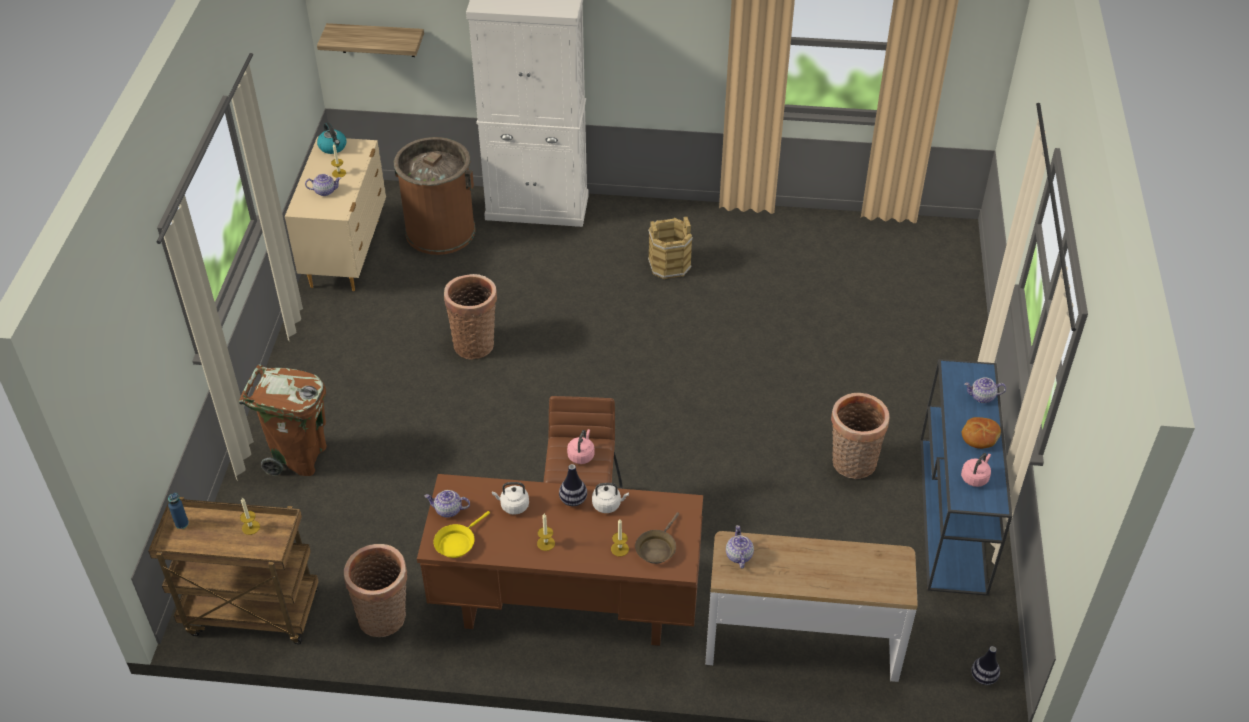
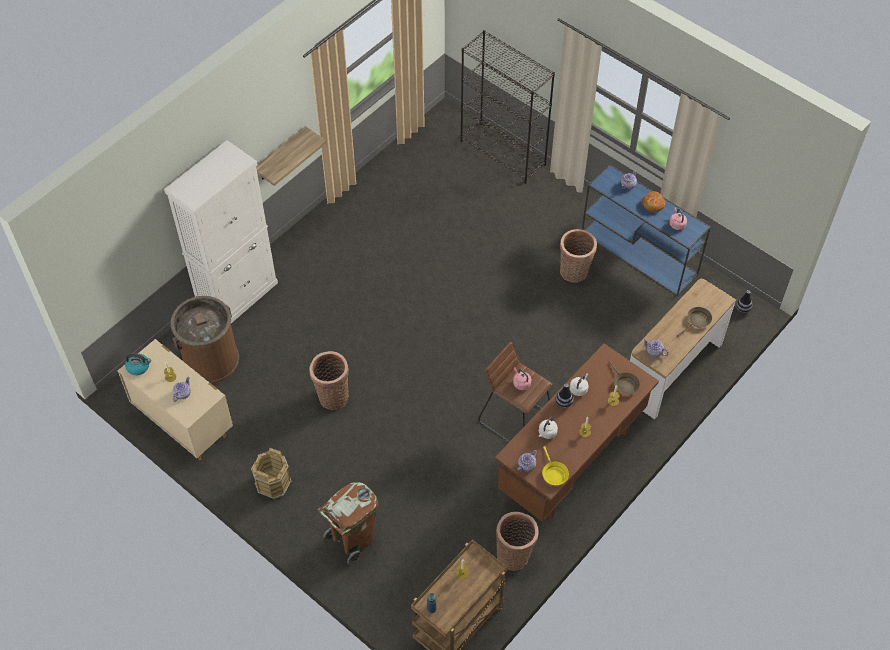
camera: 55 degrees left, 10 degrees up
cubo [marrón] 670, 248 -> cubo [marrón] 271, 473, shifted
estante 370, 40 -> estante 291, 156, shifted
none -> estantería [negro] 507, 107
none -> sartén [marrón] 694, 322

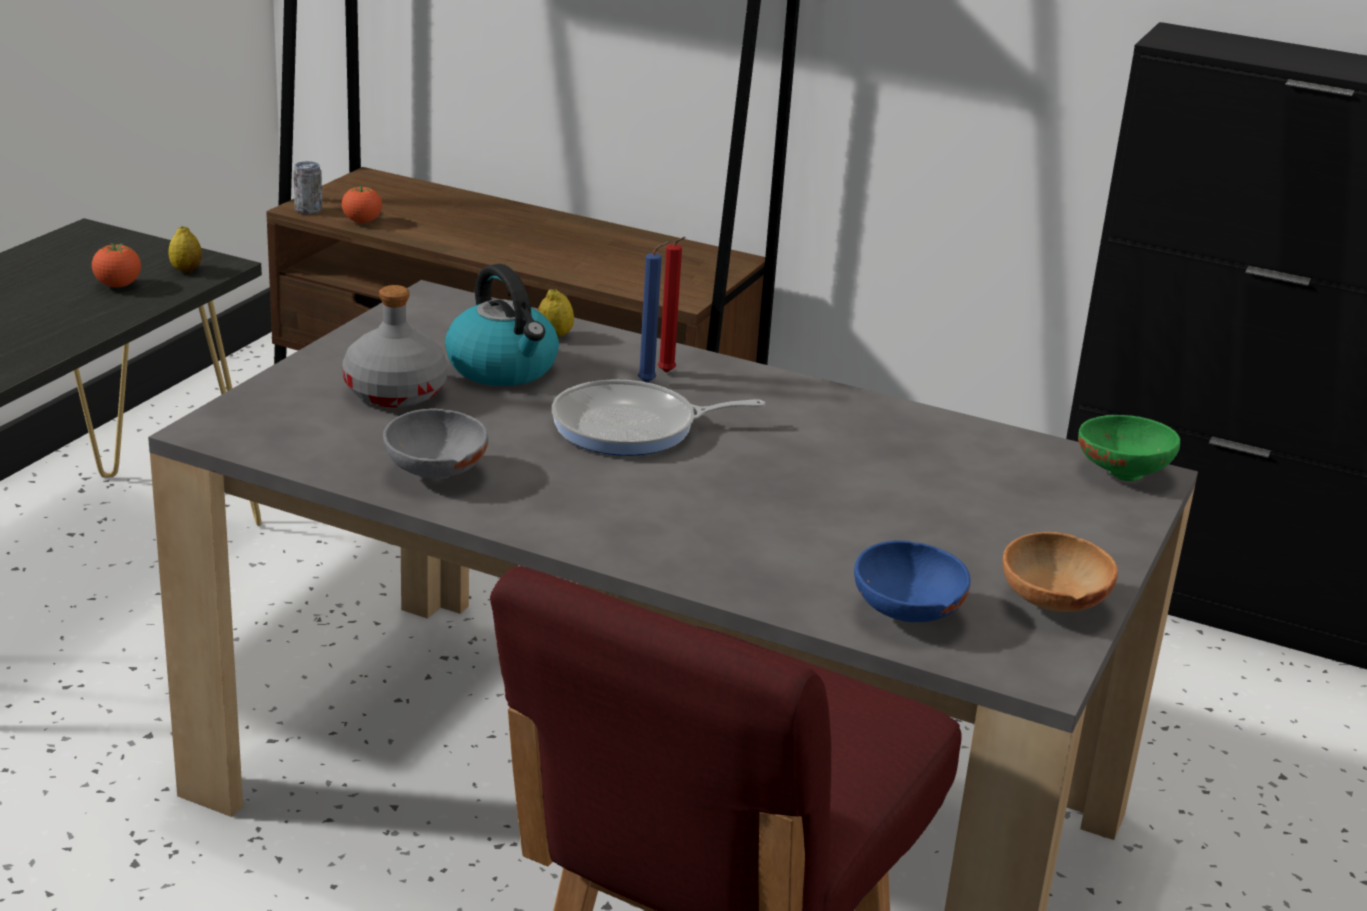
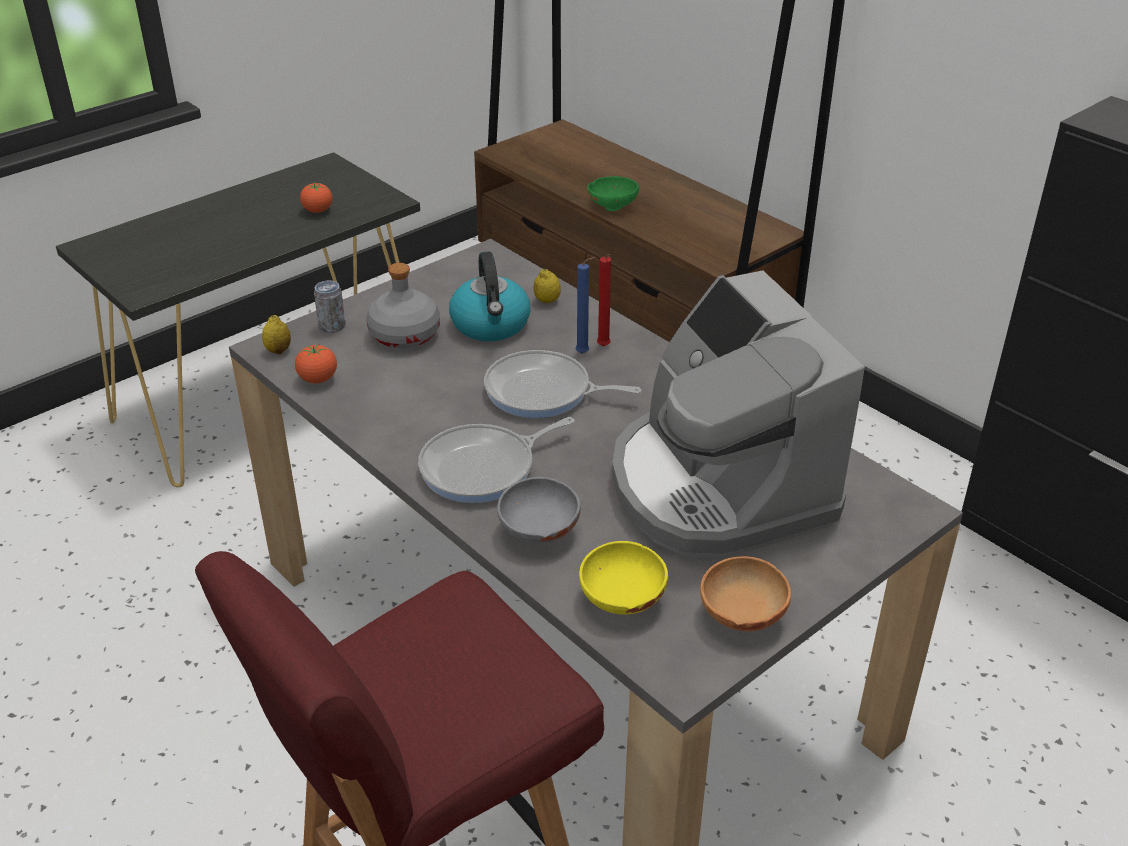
camera: 25 degrees right, 10 degrees up
limón 185, 249 -> limón 276, 334, shifted
tomate 362, 204 -> tomate 316, 364, shifted
lata 308, 188 -> lata 330, 306, shifted
none -> sartén 496, 460
cuenco [gris] 435, 443 -> cuenco [gris] 539, 510, shifted
cuenco [azul] 912, 581 -> cuenco [amarillo] 623, 578
cuenco [verde] 1129, 448 -> cuenco [verde] 613, 193, shifted
none -> cafetera 738, 414

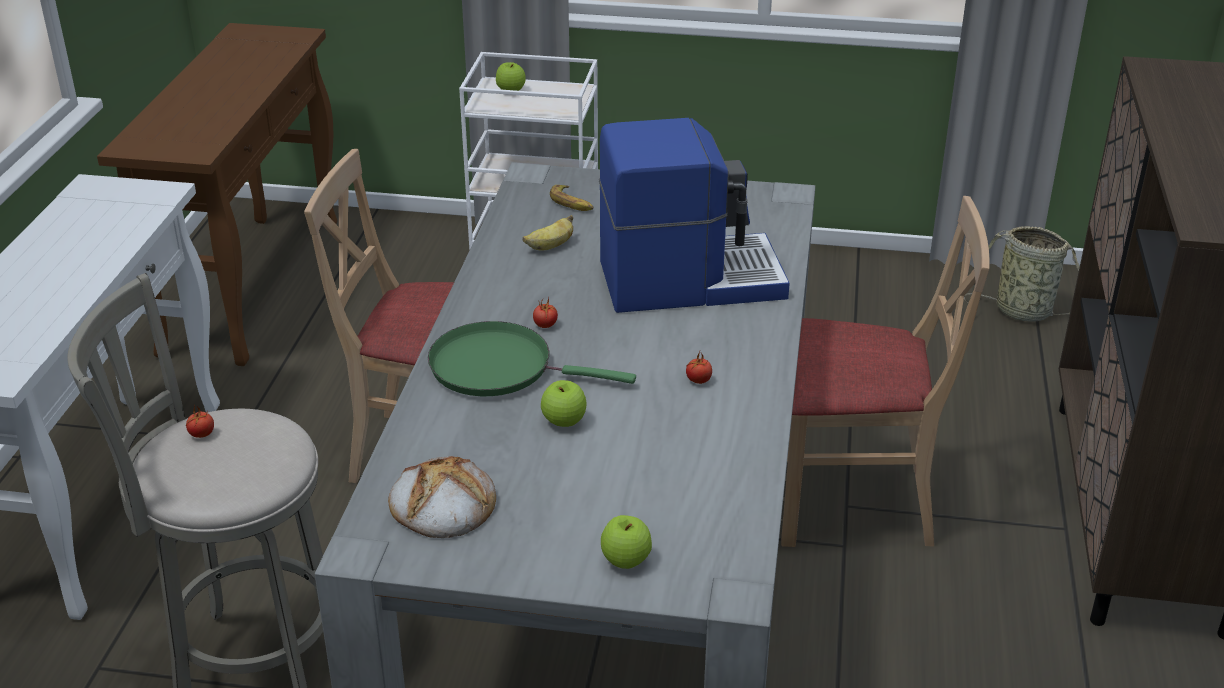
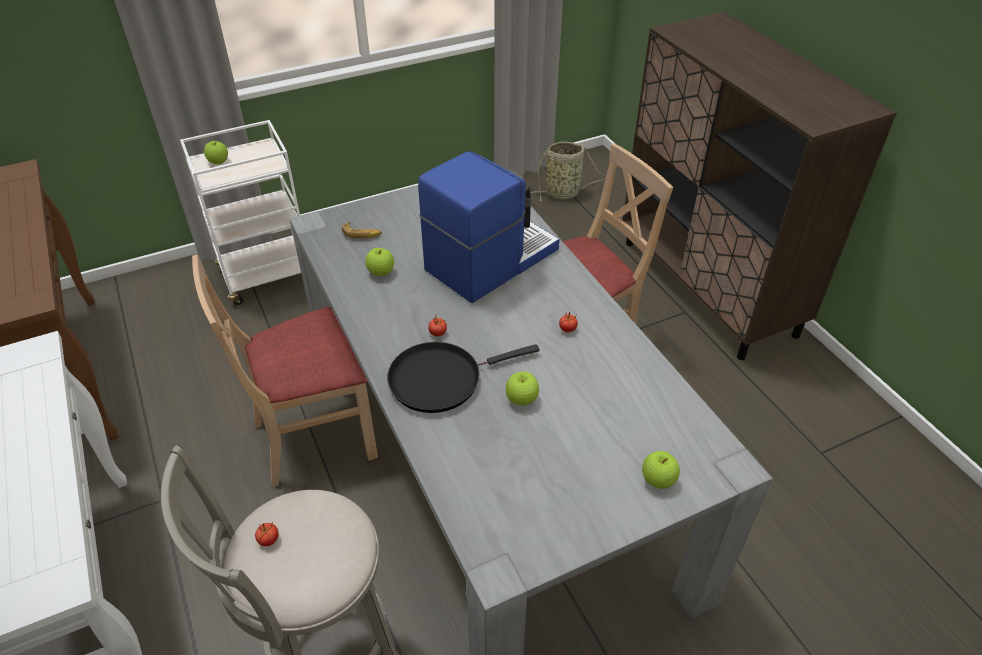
camera: 35 degrees left, 10 degrees up
plátano 547, 233 -> manzana 379, 262
sartén [verde] 532, 358 -> sartén [negro] 463, 377
pan 442, 497 -> none

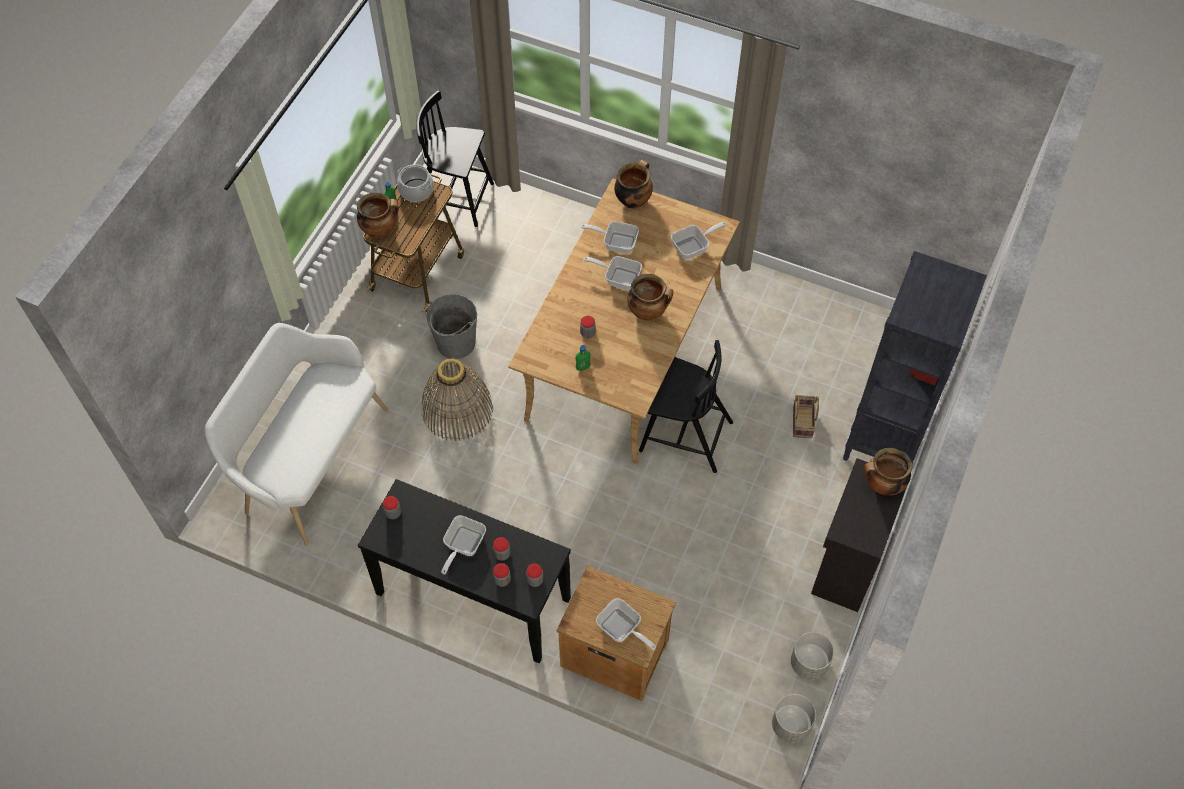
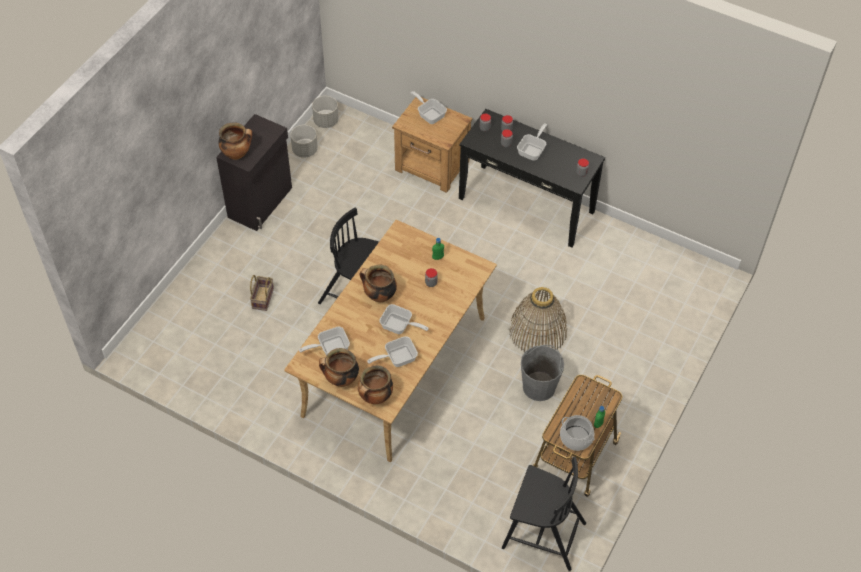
camera: 175 degrees left, 5 degrees down
olla 378, 215 -> olla 339, 367, shifted
sartén 610, 237 -> sartén 392, 351, 135 degrees clockwise
banco [blanco] 296, 434 -> none
estantería [negro] 915, 357 -> none

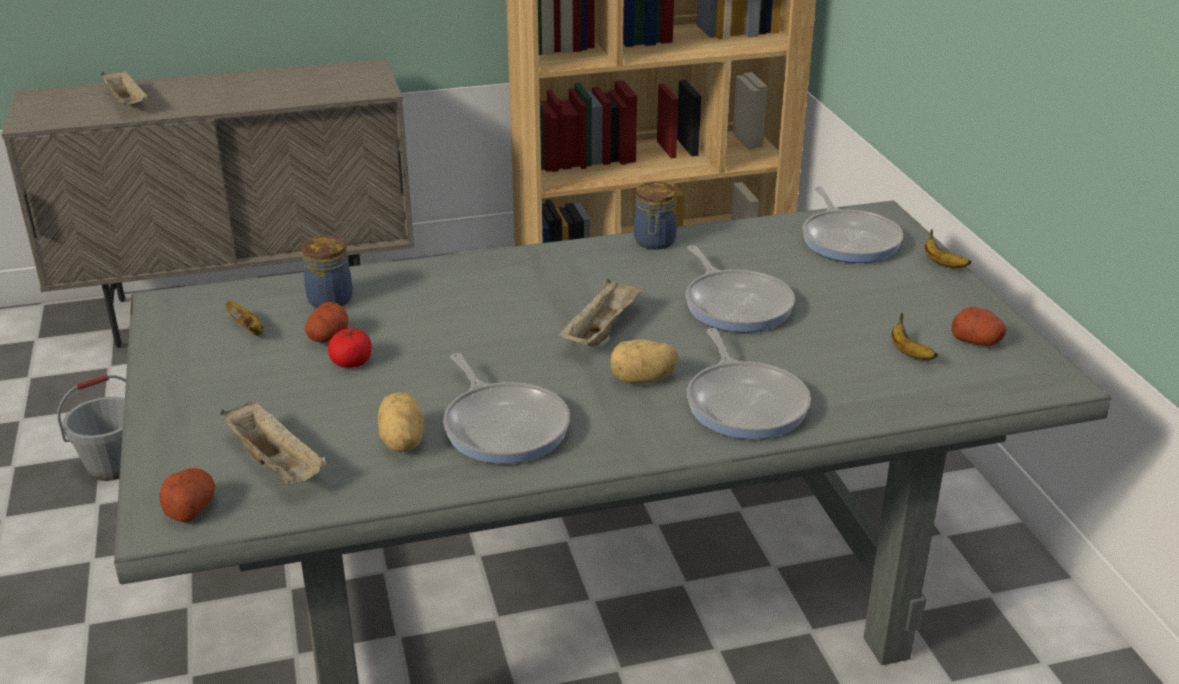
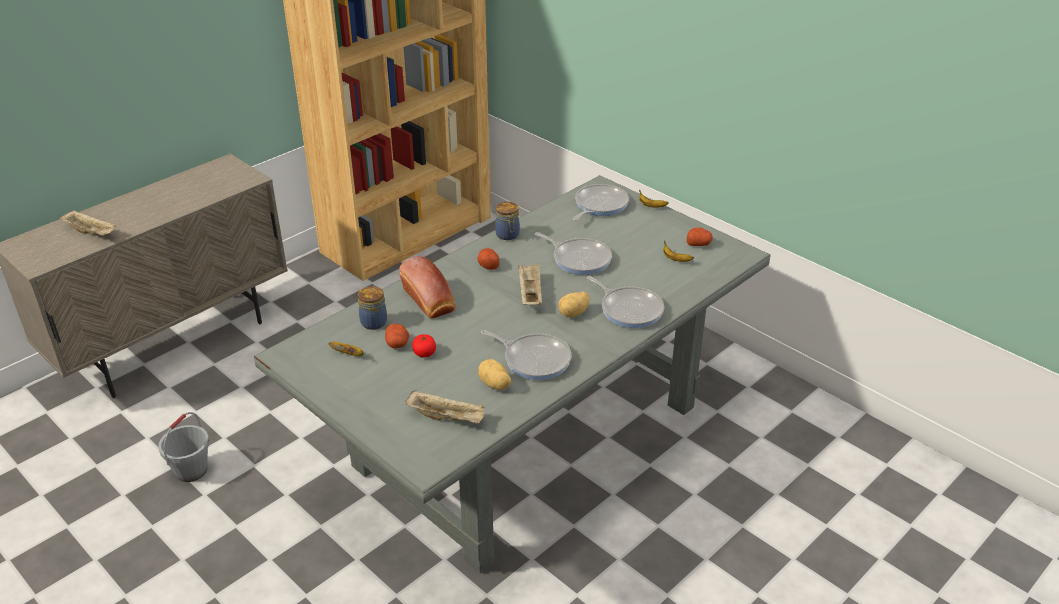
camera: 30 degrees left, 5 degrees up
none -> pan 427, 287
patata 187, 495 -> patata 488, 259, shifted
sartén 853, 224 -> sartén 601, 202, 105 degrees counterclockwise

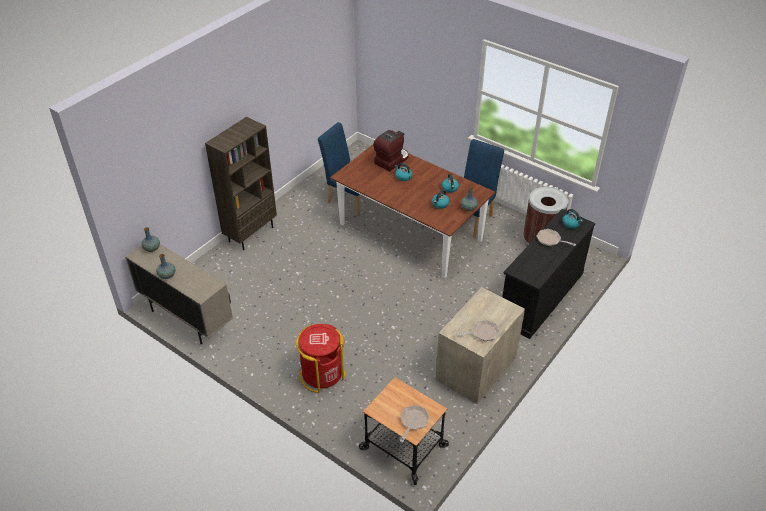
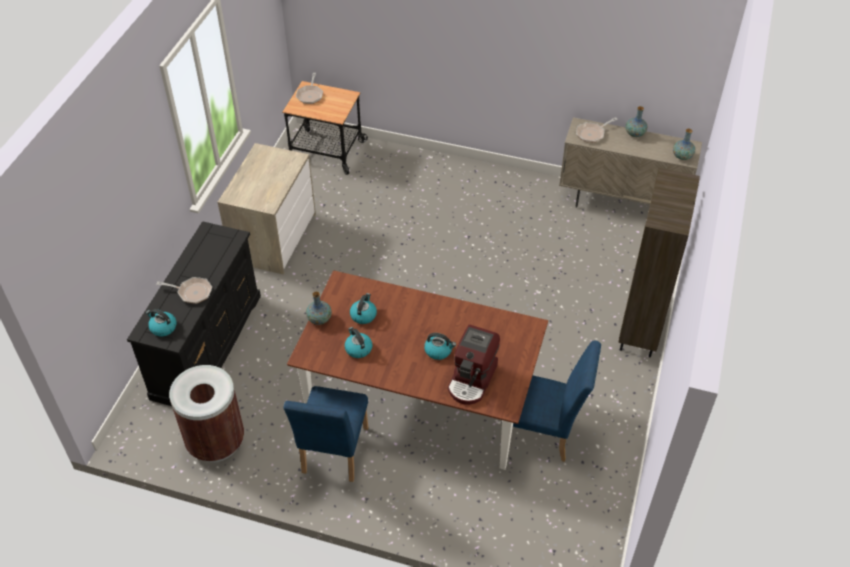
camera: 160 degrees right, 5 degrees up
sartén 478, 330 -> sartén 597, 130, shifted
papelera [rojo] 320, 358 -> none

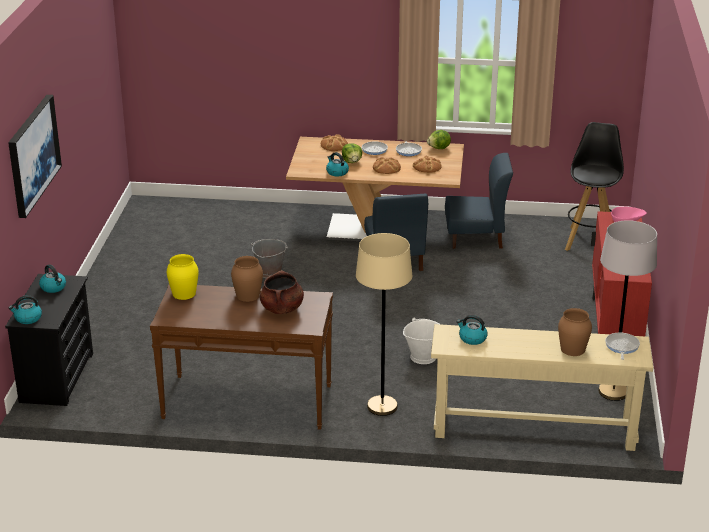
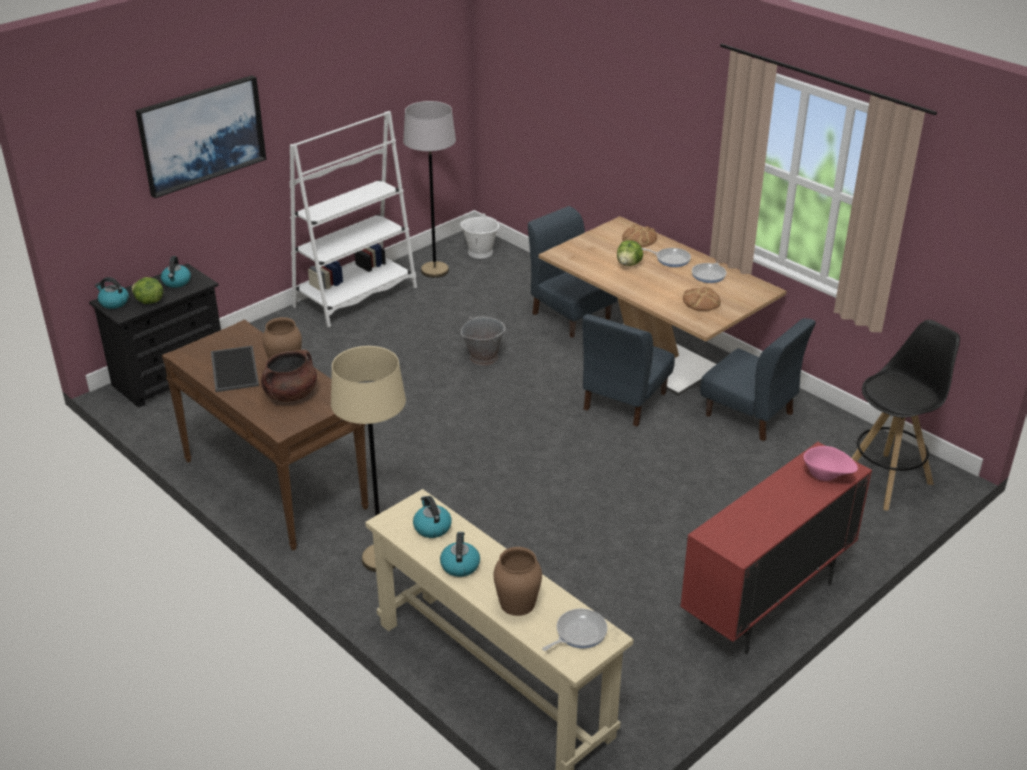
camera: 40 degrees right, 5 degrees up
lechuga 439, 139 -> lechuga 147, 290, shifted
none -> bandeja 235, 369
none -> estantería [blanco] 353, 219
lámpara de pie [gris] 627, 310 -> lámpara de pie [gris] 429, 189, shifted
hervidor 337, 164 -> hervidor 460, 554, shifted
cubo [blanco] 421, 340 -> cubo [blanco] 479, 236, shifted
none -> silla [azul] 573, 272
florero [amarillo] 183, 277 -> none
pan 387, 165 -> none

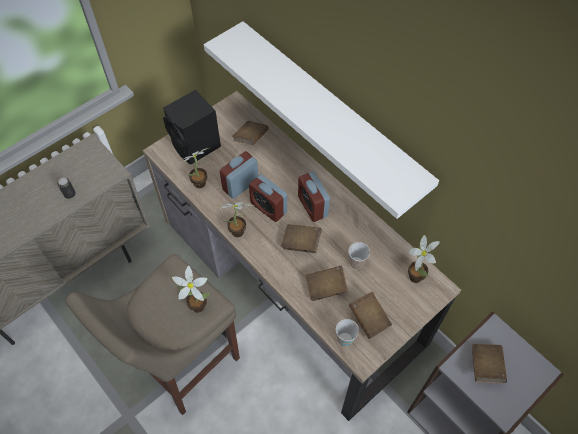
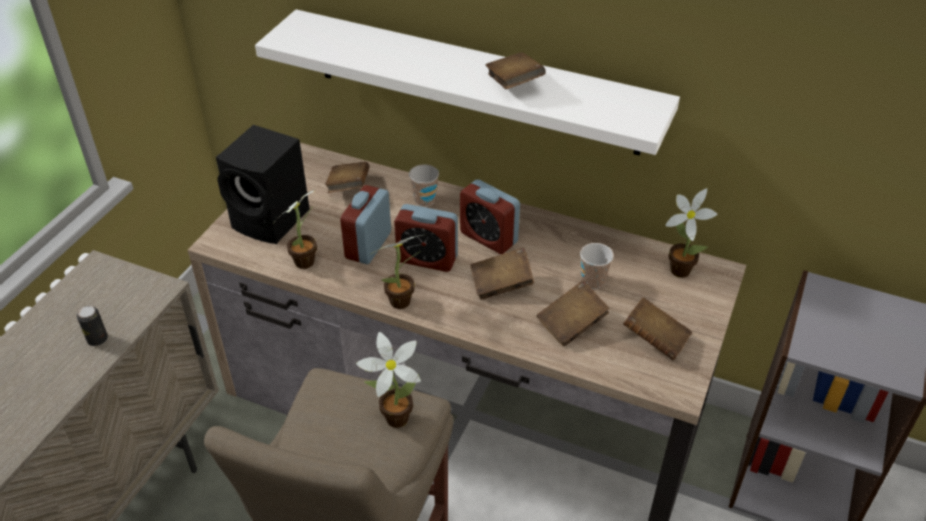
camera: 25 degrees left, 15 degrees down
taza 347, 333 -> taza 424, 185, shifted
libro [marrón] 489, 363 -> libro [marrón] 516, 70, shifted

